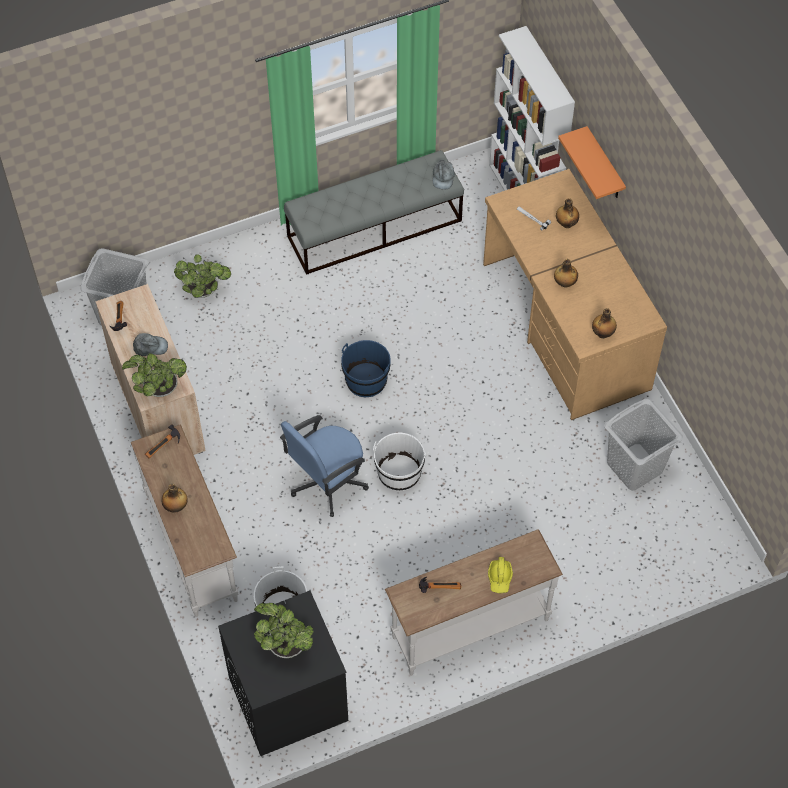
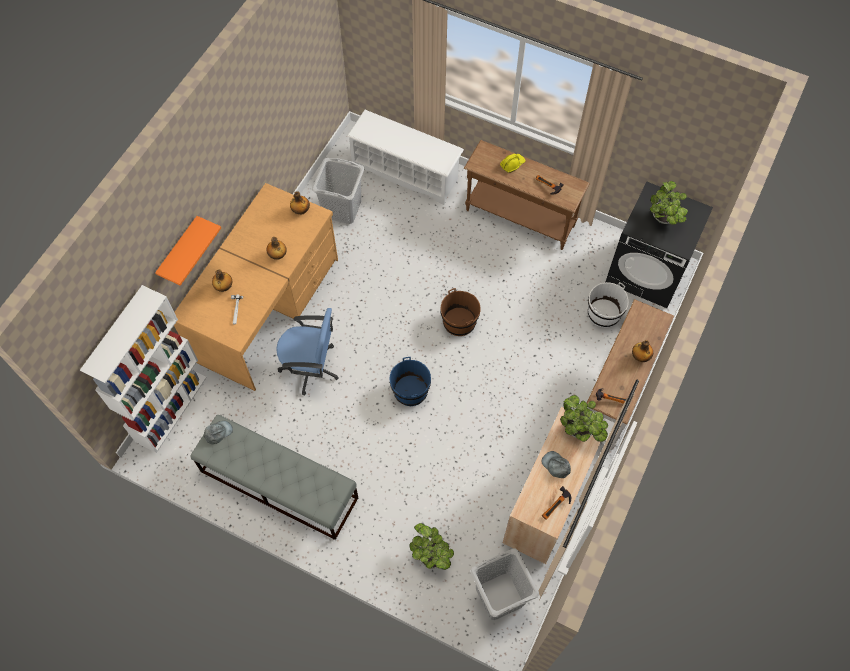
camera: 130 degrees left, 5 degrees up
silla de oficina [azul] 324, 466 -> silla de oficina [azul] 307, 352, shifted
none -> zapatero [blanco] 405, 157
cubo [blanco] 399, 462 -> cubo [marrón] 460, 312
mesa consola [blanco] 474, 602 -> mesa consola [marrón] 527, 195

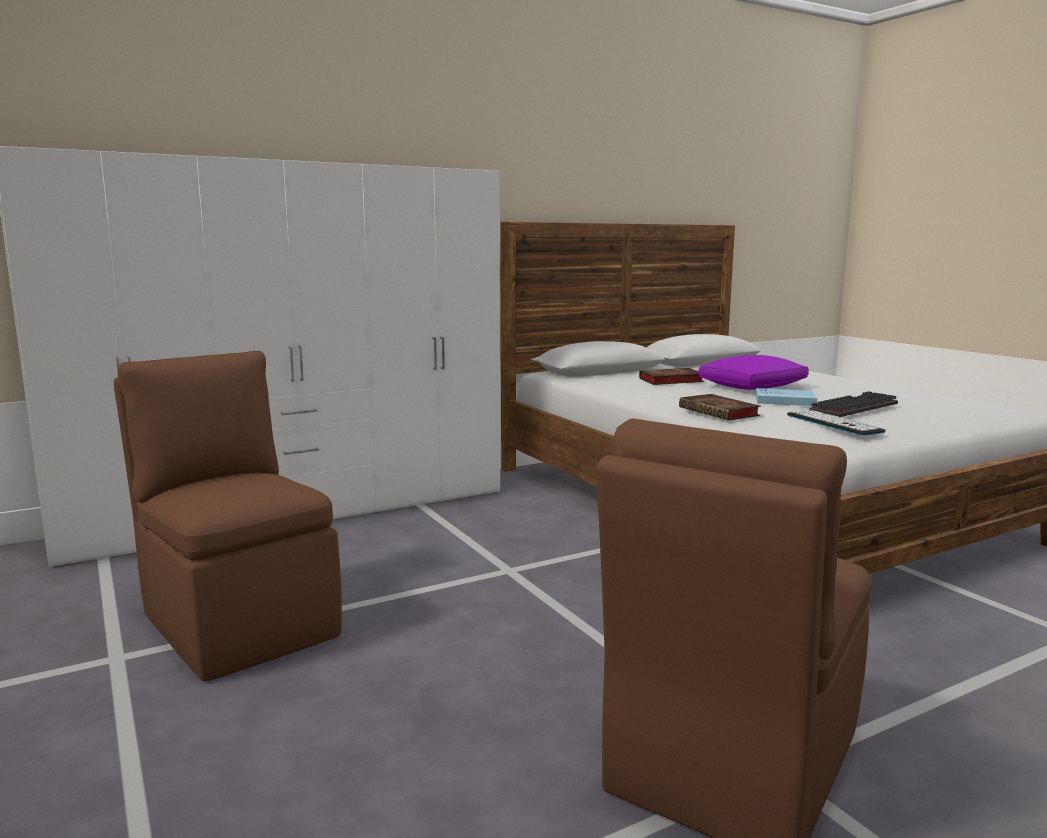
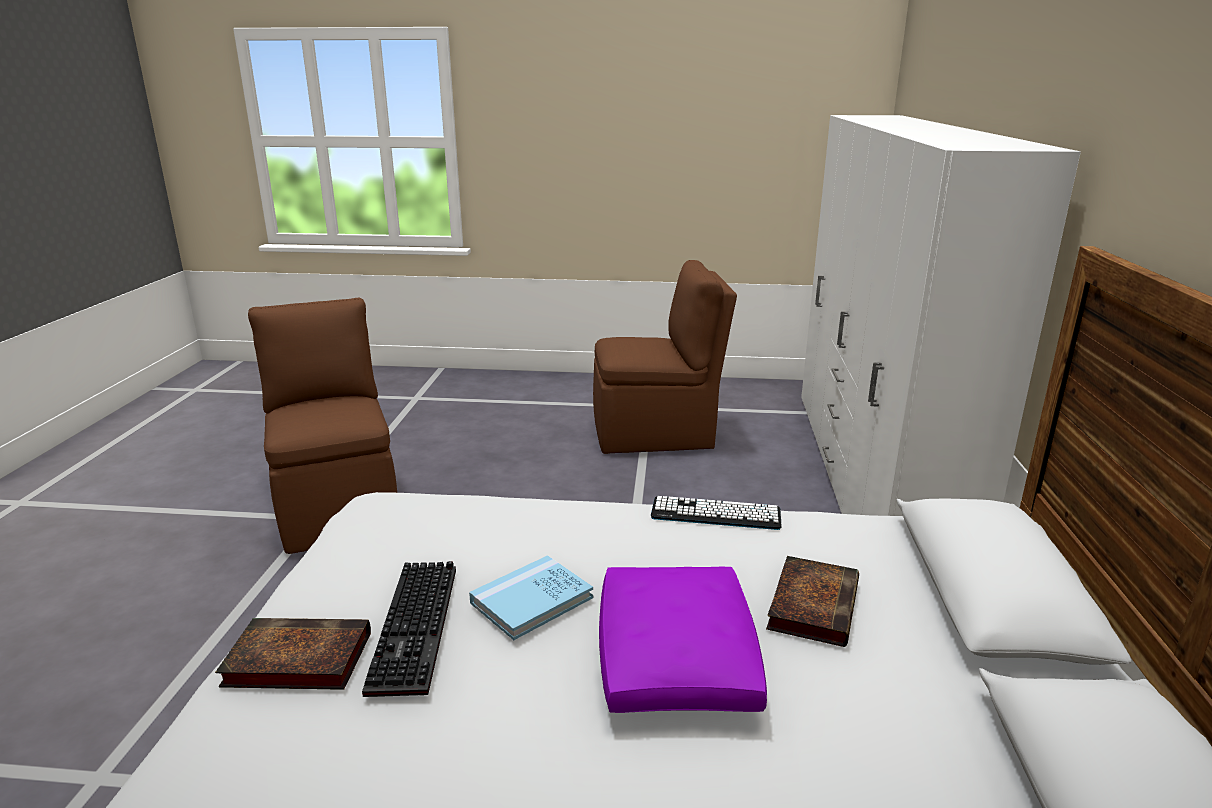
camera: 125 degrees right, 10 degrees up
libro 720, 407 -> libro 293, 654, shifted
teclado 836, 422 -> teclado 716, 513, shifted

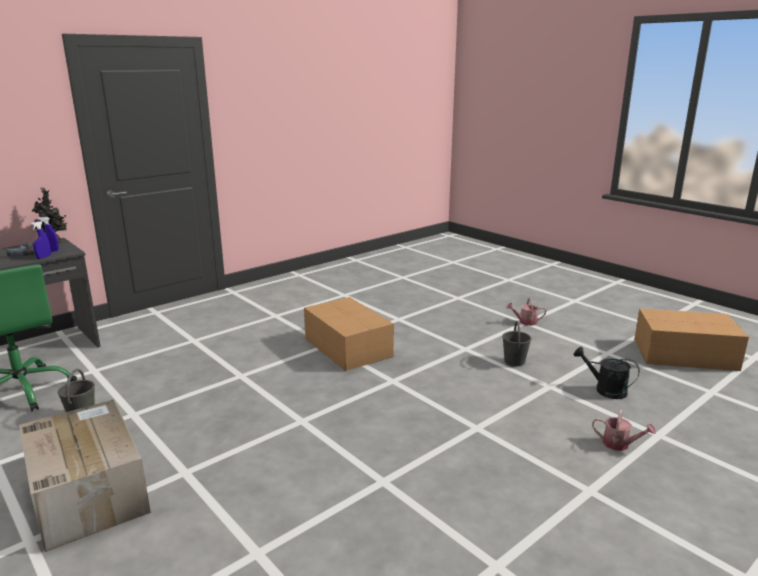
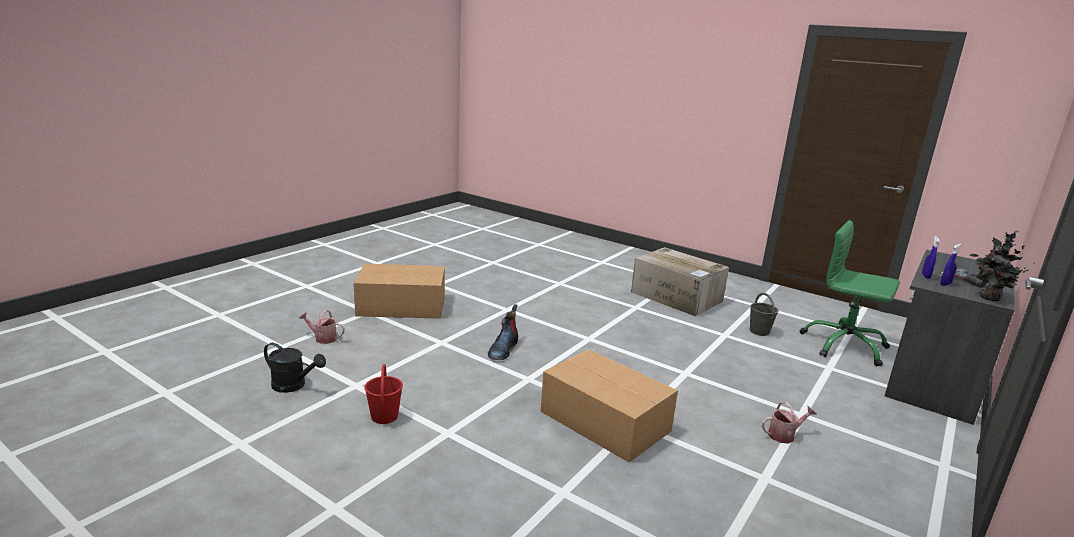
camera: 165 degrees right, 0 degrees up
caja de cartón 691, 339 -> caja de cartón 399, 291, shifted
cubo [gris] 516, 343 -> cubo [rojo] 384, 394
none -> bota 503, 332
regadera 526, 312 -> regadera 789, 423, shifted

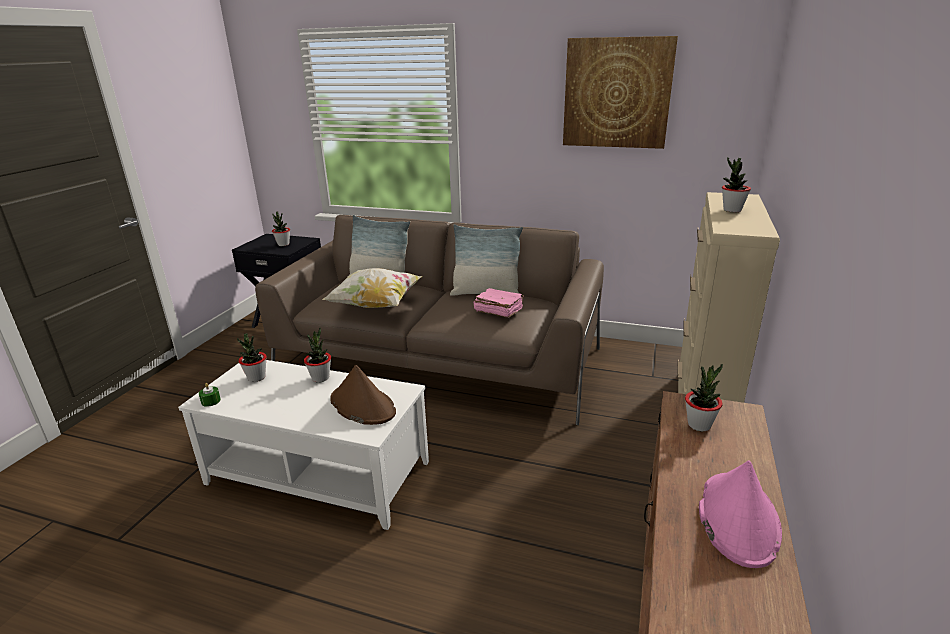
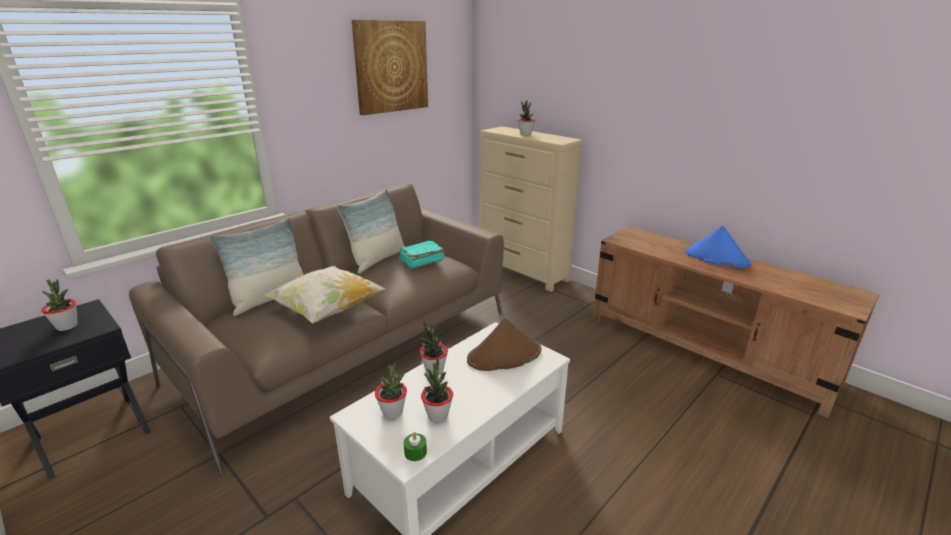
camera: 65 degrees left, 0 degrees up
libro [rosa] 499, 303 -> libro [turquesa] 421, 255
planta en maceta 704, 397 -> planta en maceta 437, 390, shifted
sombrero [rosa] 740, 514 -> sombrero [azul] 718, 247

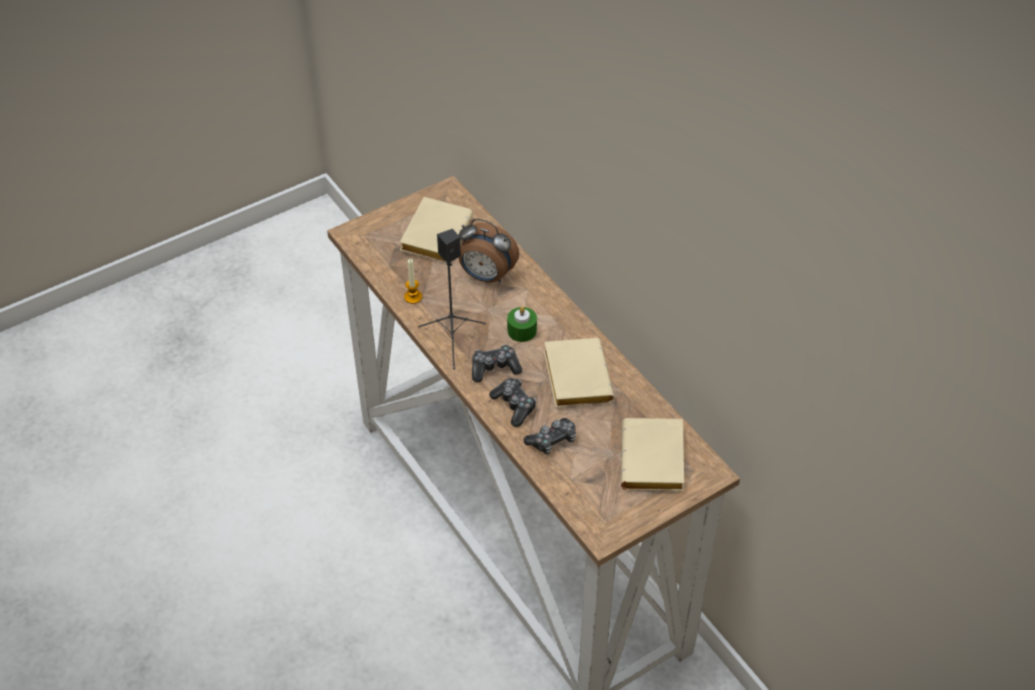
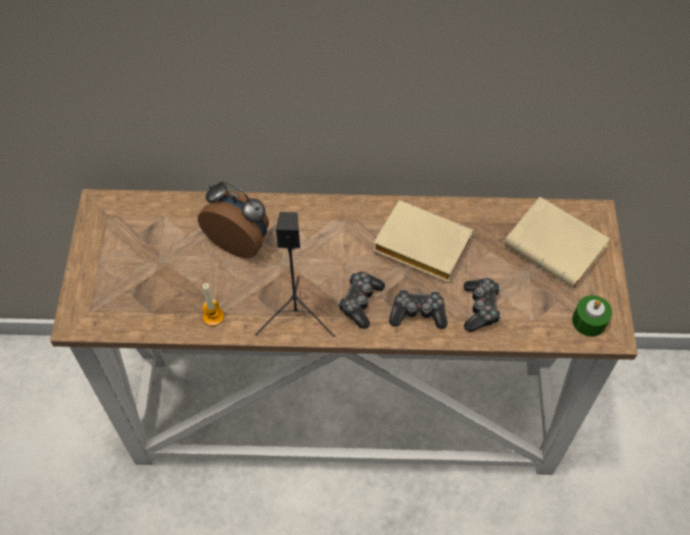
camera: 55 degrees left, 10 degrees up
despertador 488, 250 -> despertador 233, 220, 120 degrees counterclockwise
vela [verde] 522, 324 -> vela [verde] 592, 316, shifted
libro [beis] 436, 230 -> none

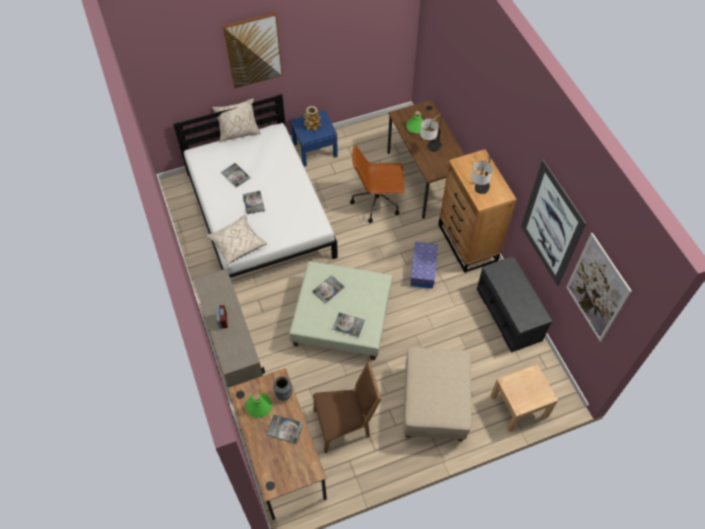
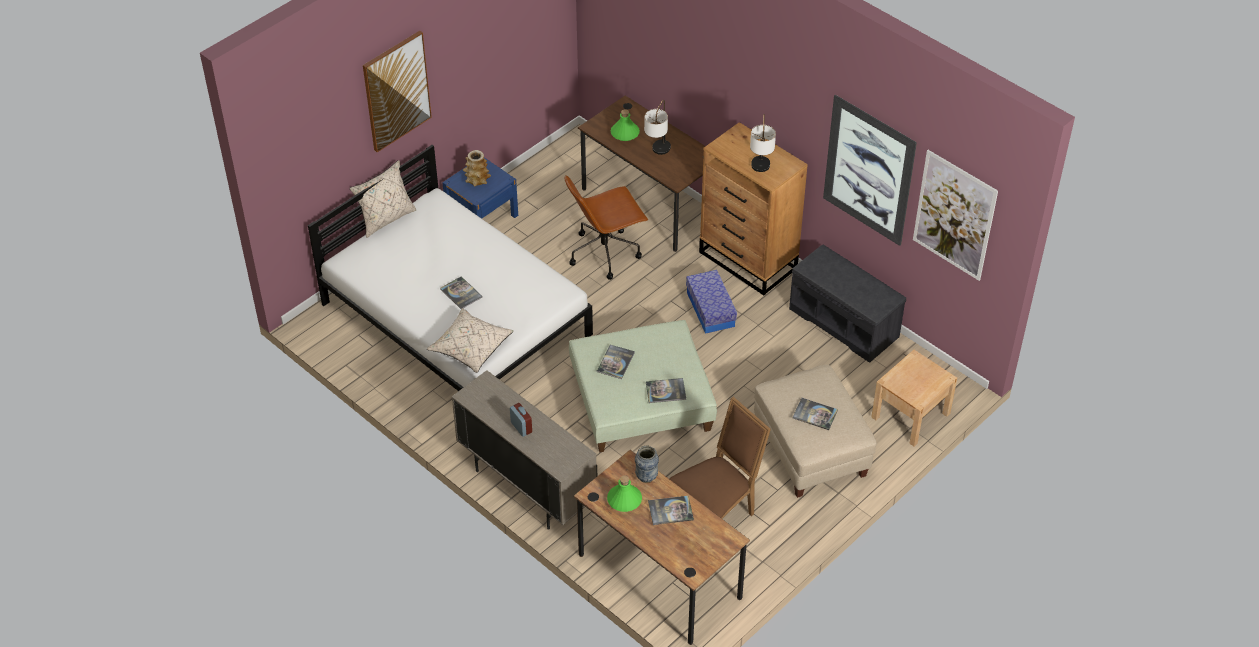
camera: 25 degrees left, 10 degrees down
libro 235, 175 -> libro 815, 414, shifted

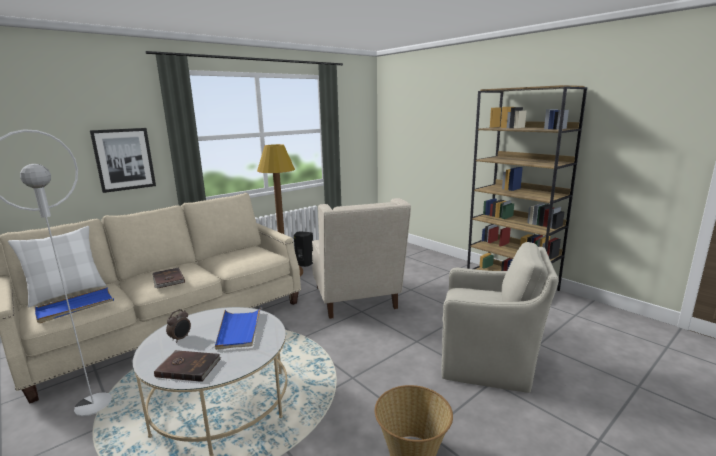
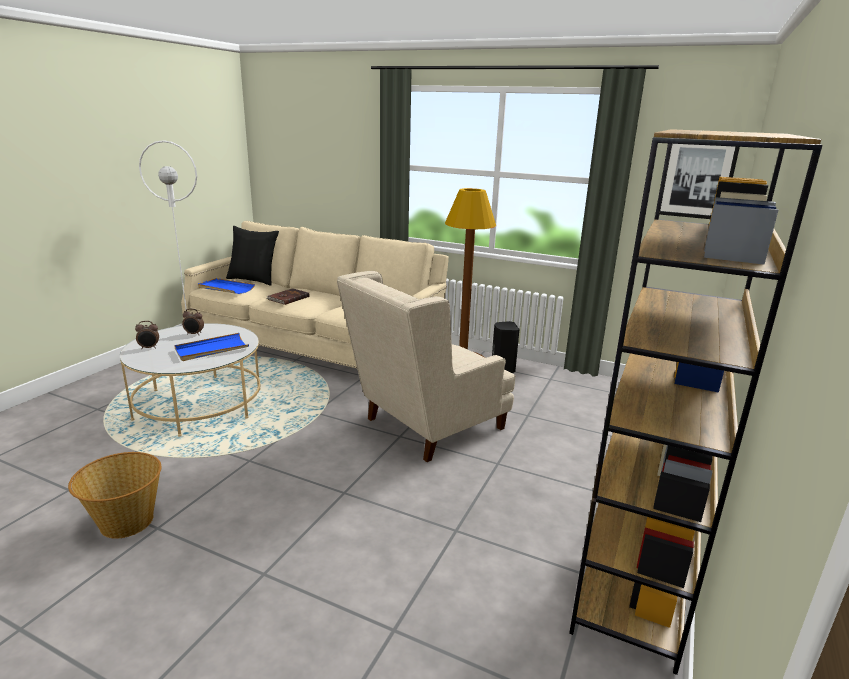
camera: 65 degrees right, 5 degrees up
libro [marrón] 187, 366 -> despertador 147, 335
cojín [blanco] 57, 267 -> cojín [negro] 252, 256
cuadro 123, 160 -> cuadro 700, 181, shifted
sillón [beis] 500, 317 -> none

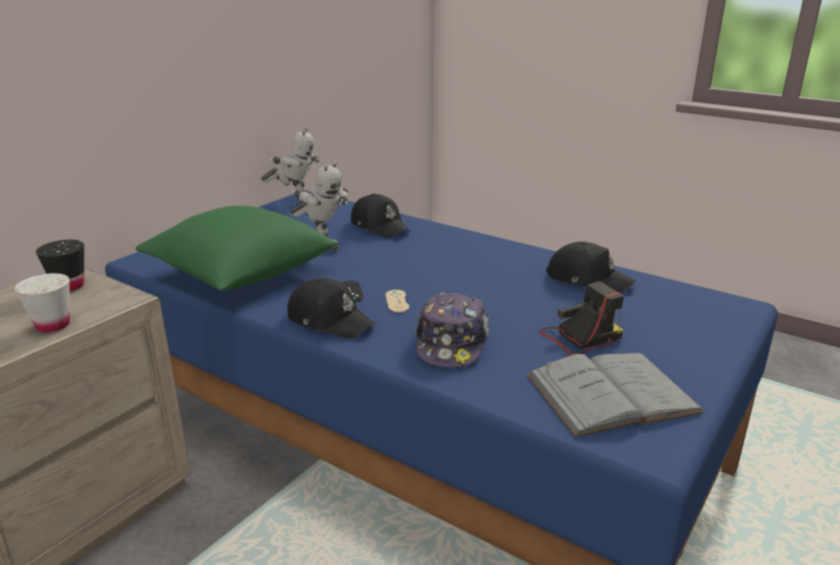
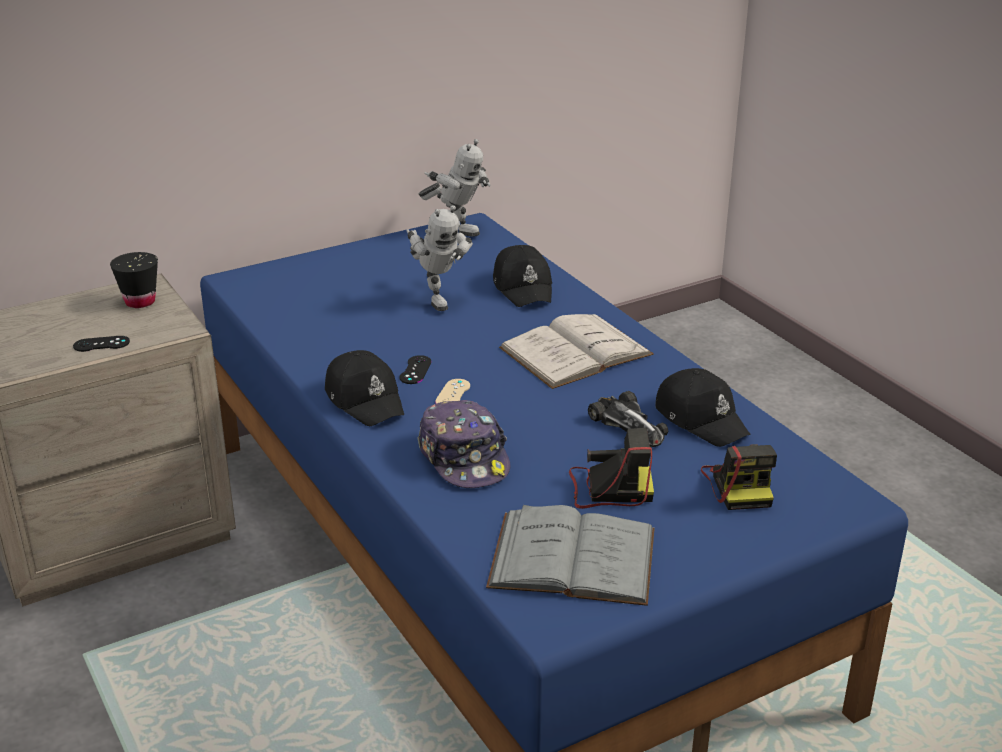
camera: 25 degrees right, 5 degrees up
taza [blanco] 42, 302 -> mando de consola [negro] 101, 344
gorra 452, 330 -> gorra 464, 444, 60 degrees counterclockwise
none -> libro [blanco] 576, 351
none -> coche de juguete 628, 419
none -> cámara 739, 477
cojín [verde] 236, 248 -> none

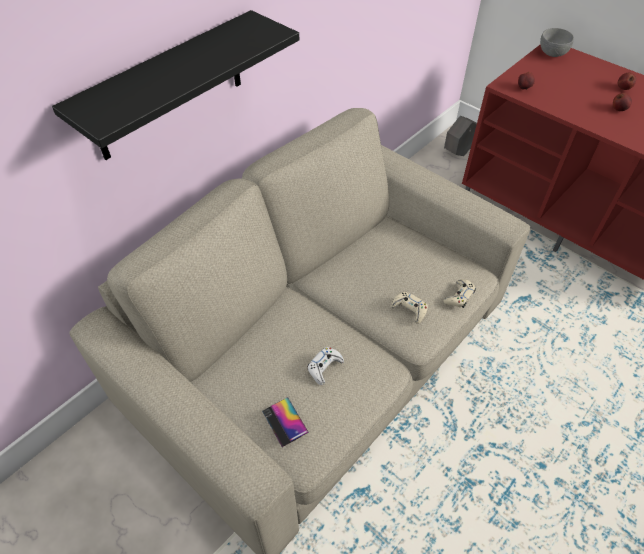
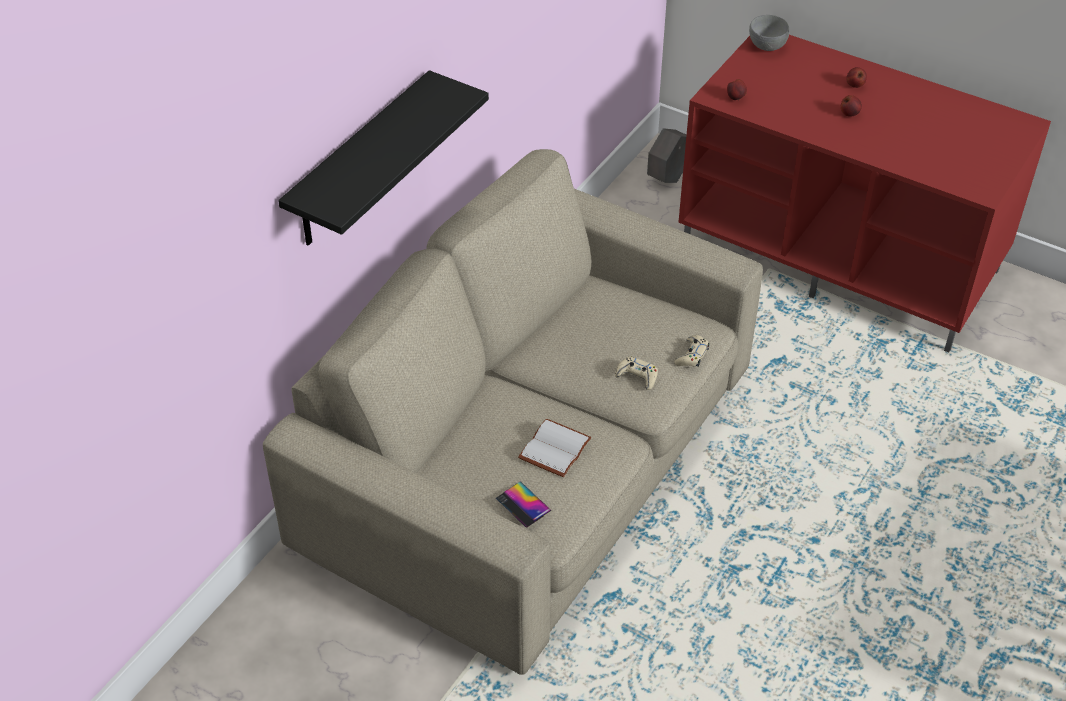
camera: 10 degrees left, 5 degrees down
mando de consola [blanco] 325, 366 -> libro [blanco] 555, 448

